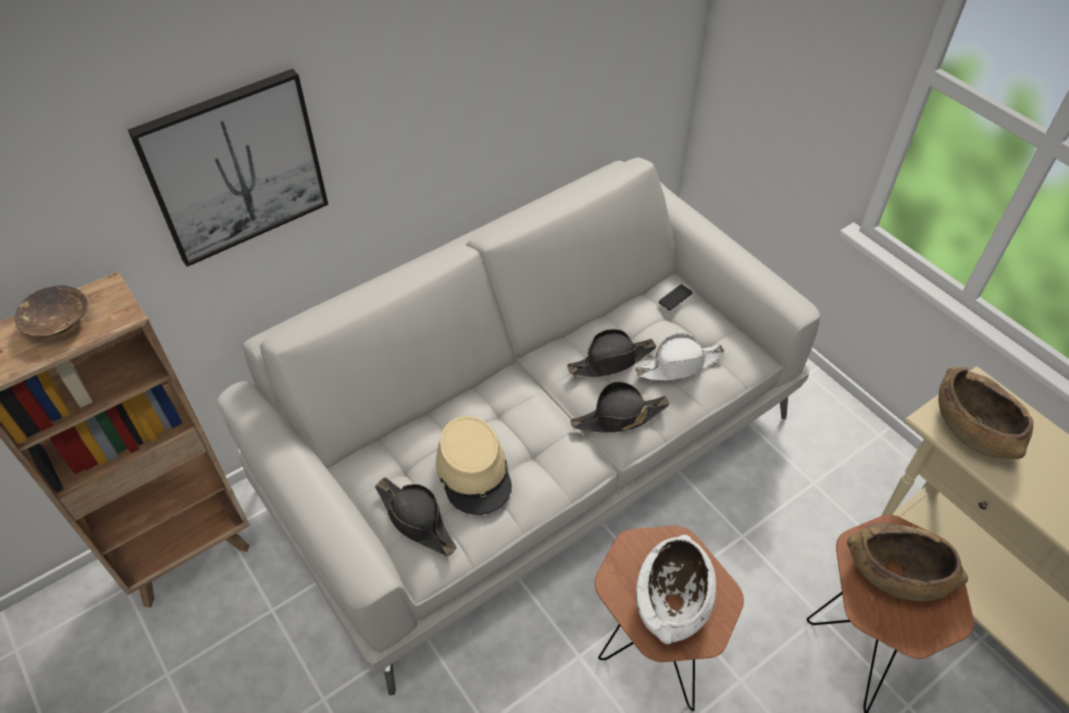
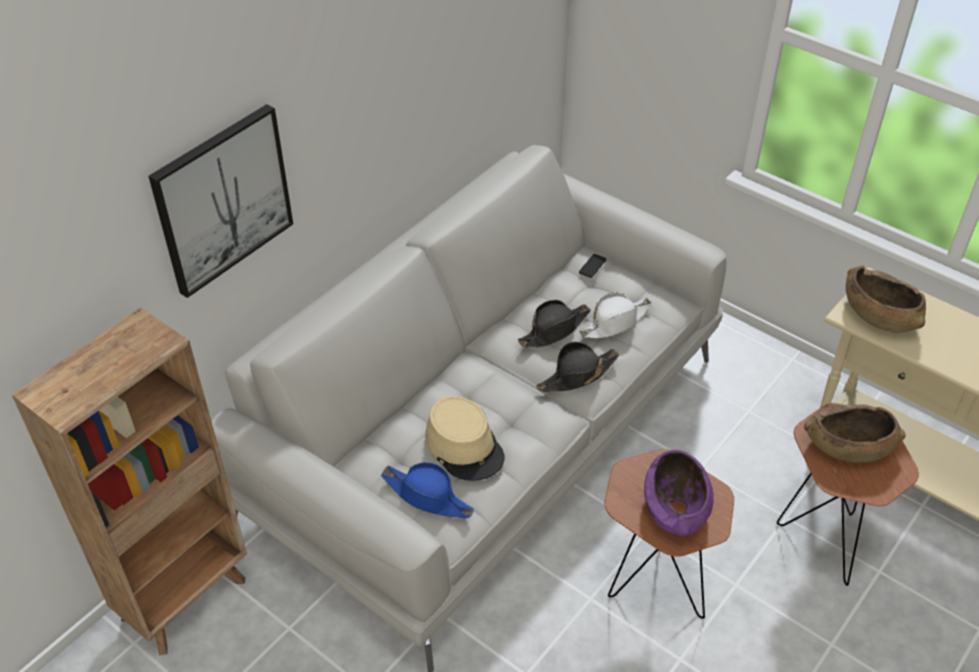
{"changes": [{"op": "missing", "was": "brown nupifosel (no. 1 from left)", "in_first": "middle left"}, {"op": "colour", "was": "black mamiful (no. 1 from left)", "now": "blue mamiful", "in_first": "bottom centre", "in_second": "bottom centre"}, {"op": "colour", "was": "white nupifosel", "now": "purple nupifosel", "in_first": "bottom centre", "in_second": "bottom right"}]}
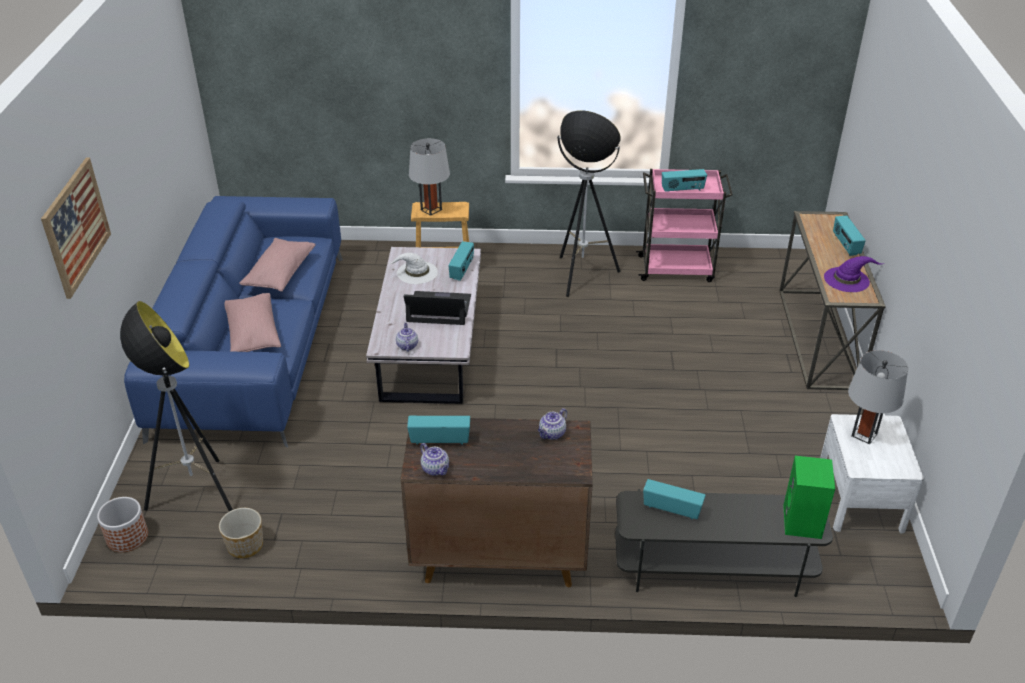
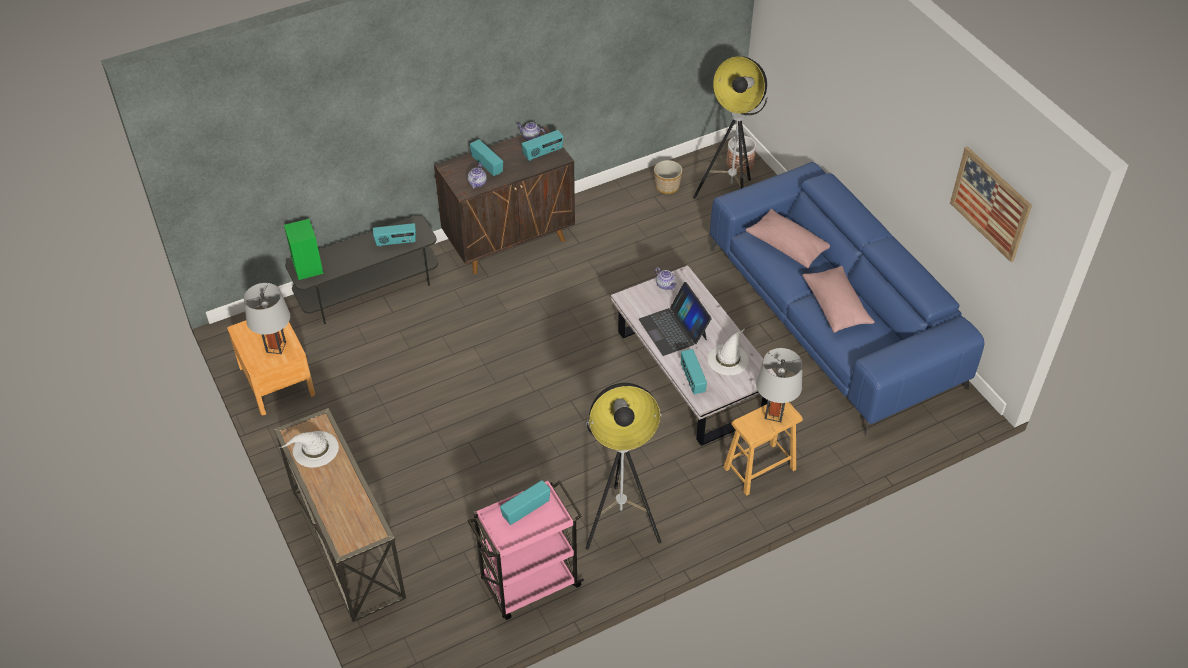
{"changes": [{"op": "relocated", "was": "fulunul", "in_first": "middle left", "in_second": "top right"}, {"op": "relocated", "was": "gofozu (no. 5 from left in the first image)", "now": "gofozu (no. 2 from left)", "in_first": "middle right", "in_second": "top centre"}, {"op": "colour", "was": "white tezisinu", "now": "brown tezisinu", "in_first": "bottom right", "in_second": "middle left"}, {"op": "colour", "was": "purple mamiful", "now": "white mamiful (no. 1 from left)", "in_first": "middle right", "in_second": "bottom left"}, {"op": "spun", "was": "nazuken", "in_first": "centre", "in_second": "centre", "clockwise": 90}]}
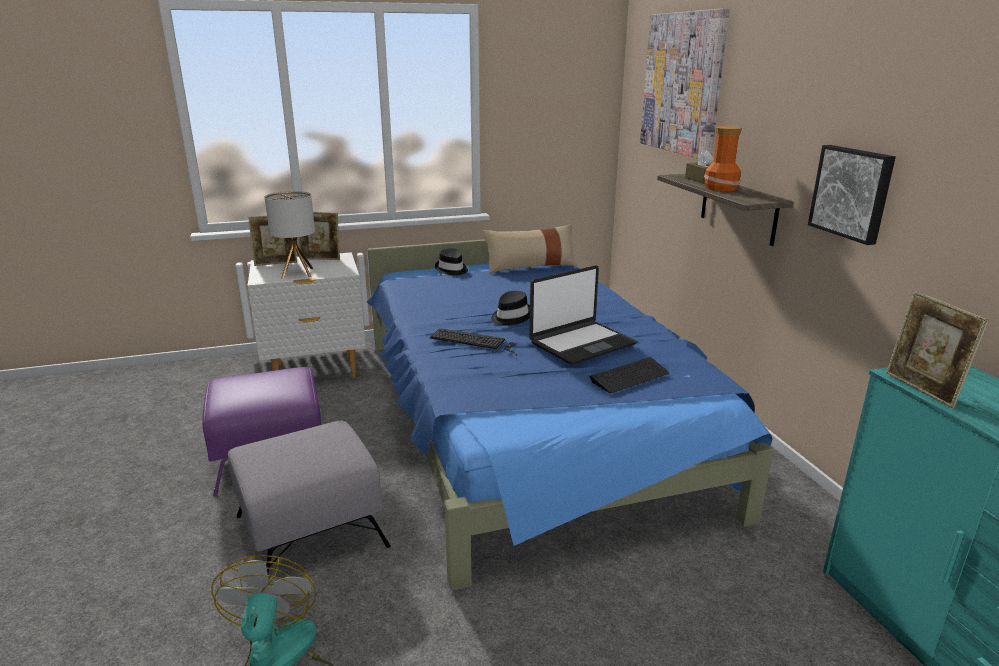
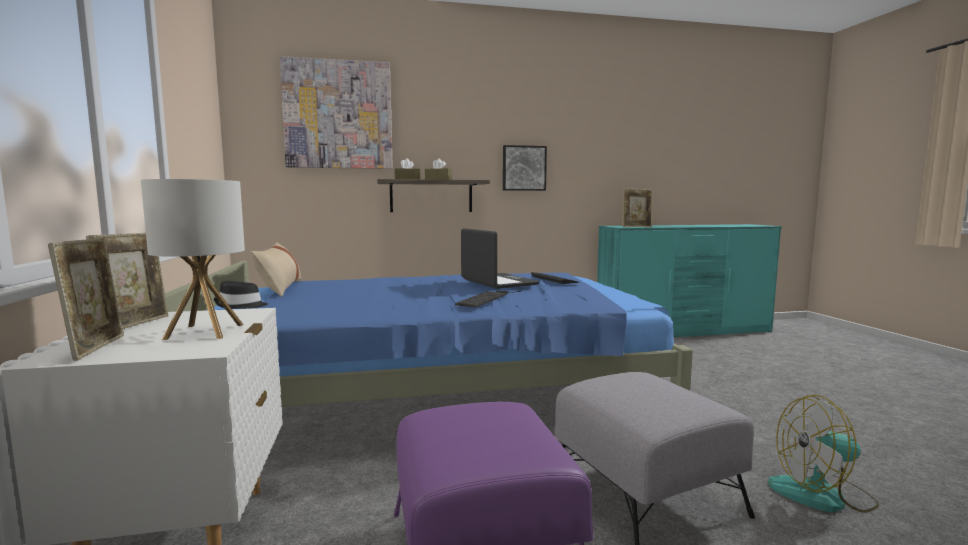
{"changes": [{"op": "missing", "was": "black mamiful (no. 2 from left)", "in_first": "centre"}, {"op": "exchanged", "was": "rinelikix", "now": "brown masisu (no. 2 from left)", "in_first": "top right", "in_second": "top centre"}]}
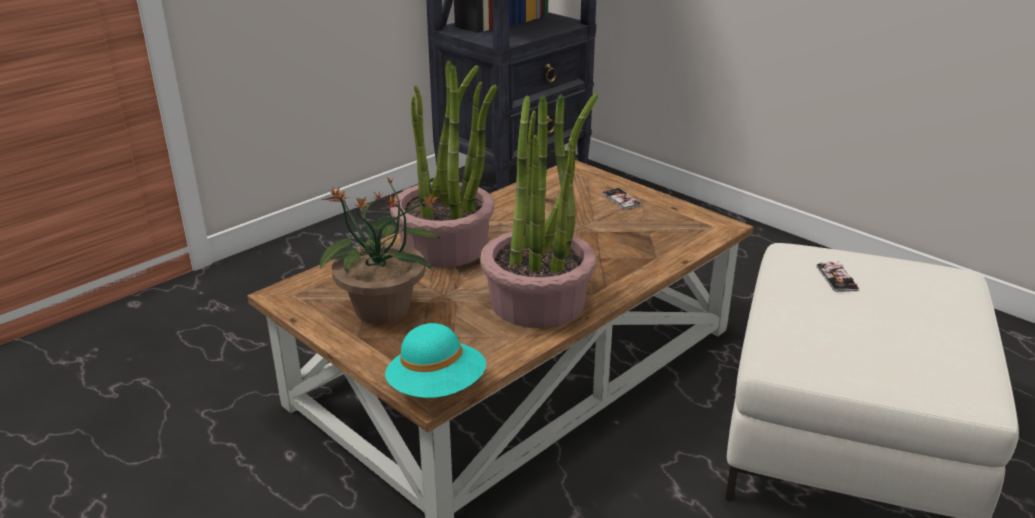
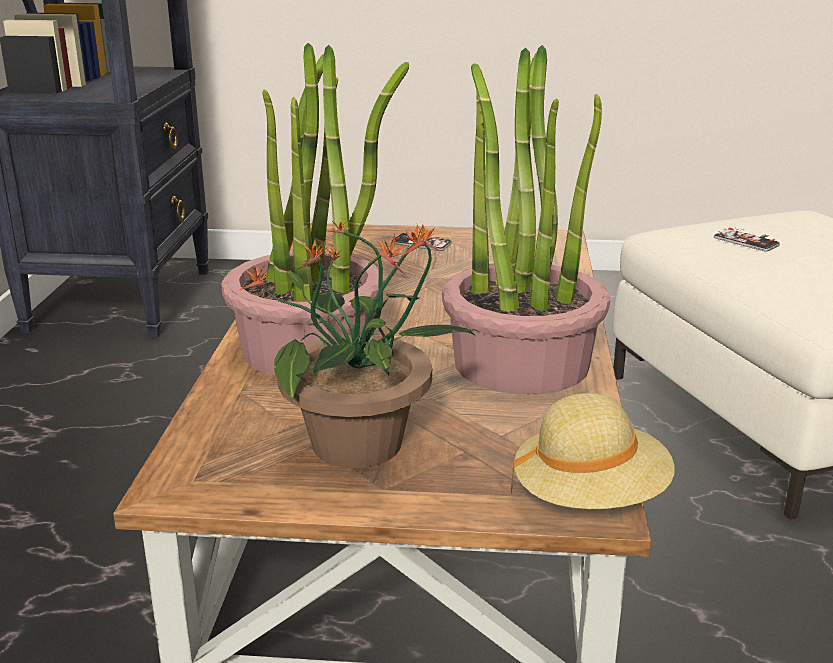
{"changes": [{"op": "colour", "was": "turquoise mamiful", "now": "beige mamiful", "in_first": "bottom centre", "in_second": "bottom right"}]}
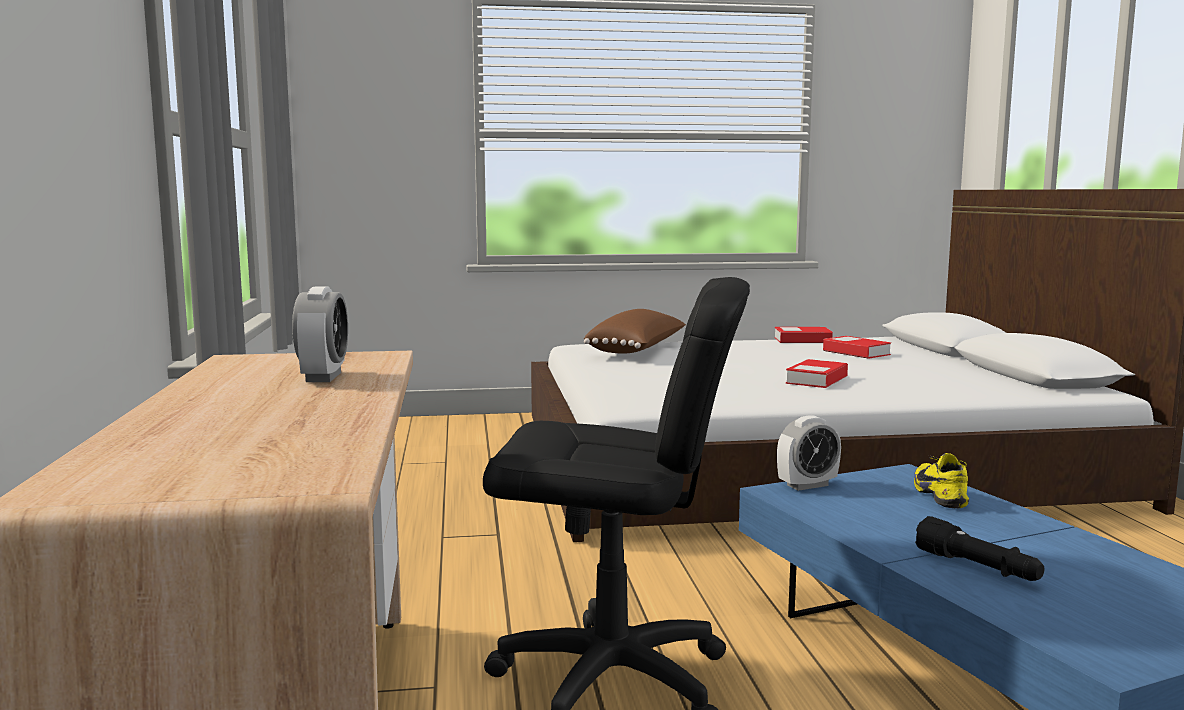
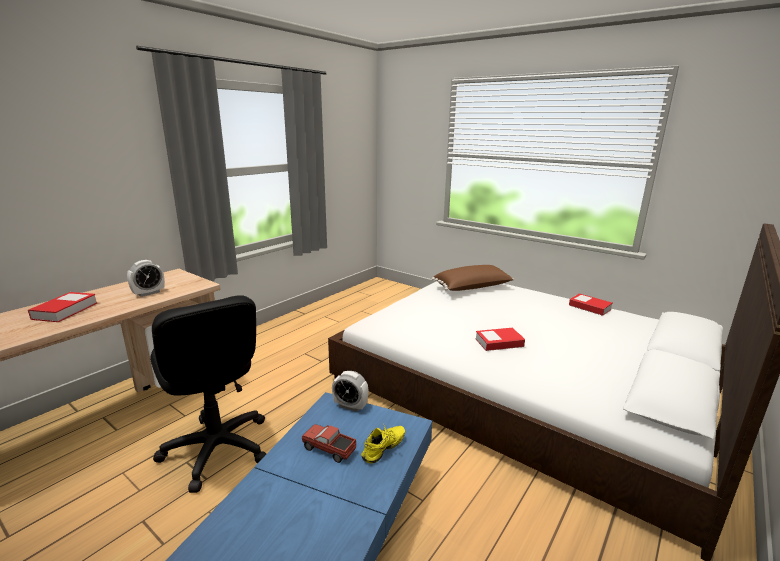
{"changes": [{"op": "missing", "was": "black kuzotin", "in_first": "bottom right"}, {"op": "appeared", "now": "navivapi", "in_second": "bottom centre"}, {"op": "relocated", "was": "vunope (no. 3 from left in the first image)", "now": "vunope (no. 1 from left)", "in_first": "middle right", "in_second": "middle left"}]}
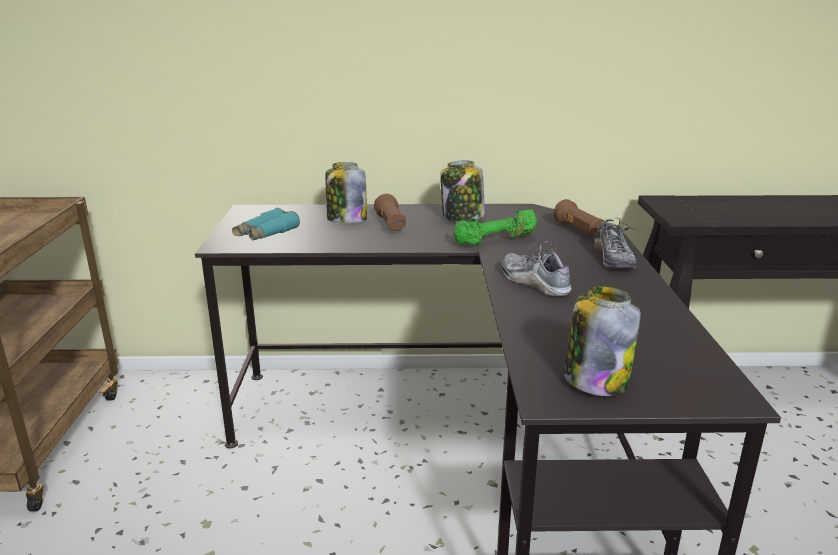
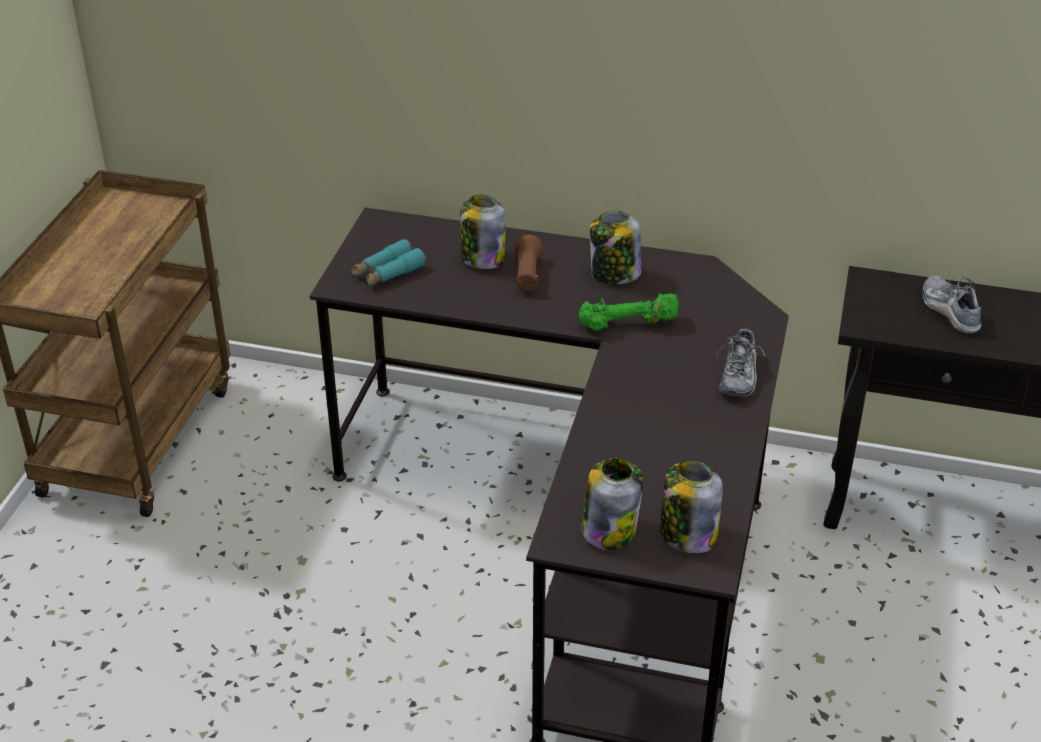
{"changes": [{"op": "missing", "was": "brown kuzotin (no. 2 from left)", "in_first": "middle right"}, {"op": "appeared", "now": "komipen (no. 4 from left)", "in_second": "bottom centre"}, {"op": "relocated", "was": "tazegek (no. 1 from left in the first image)", "now": "tazegek (no. 2 from left)", "in_first": "centre", "in_second": "middle right"}]}
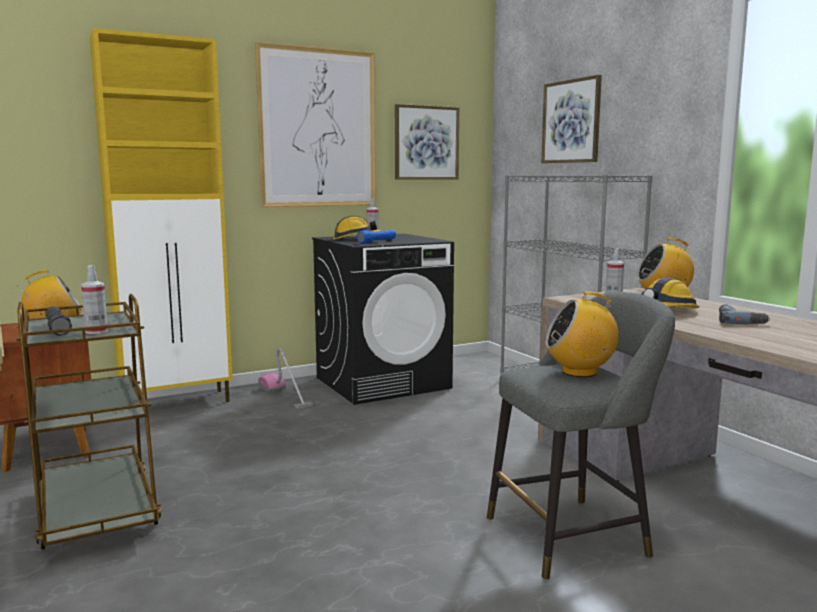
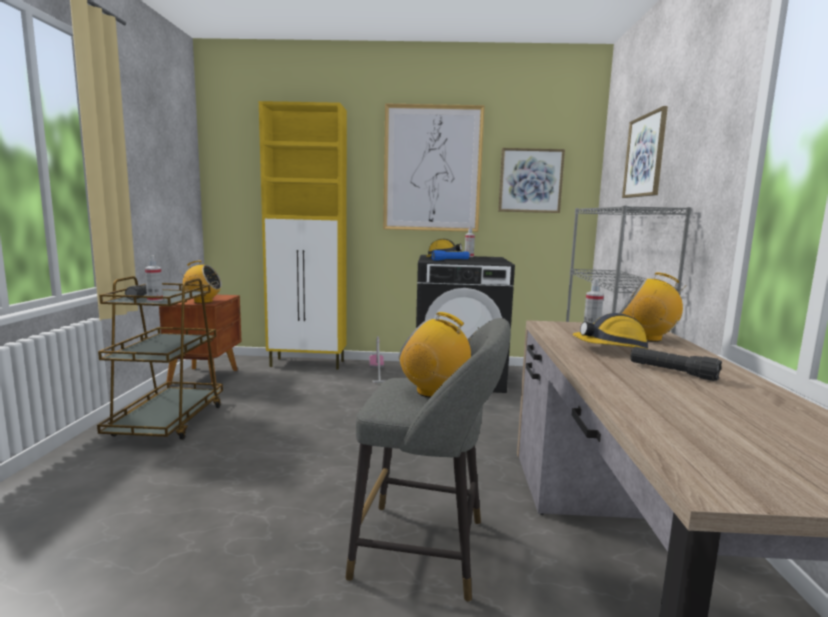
{"changes": [{"op": "exchanged", "was": "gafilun", "now": "black kuzotin (no. 2 from left)", "in_first": "middle right", "in_second": "middle right"}]}
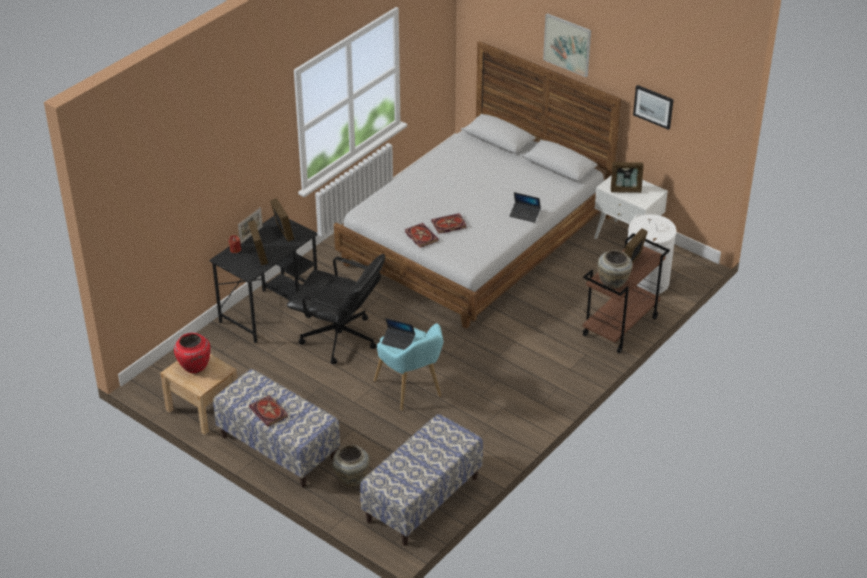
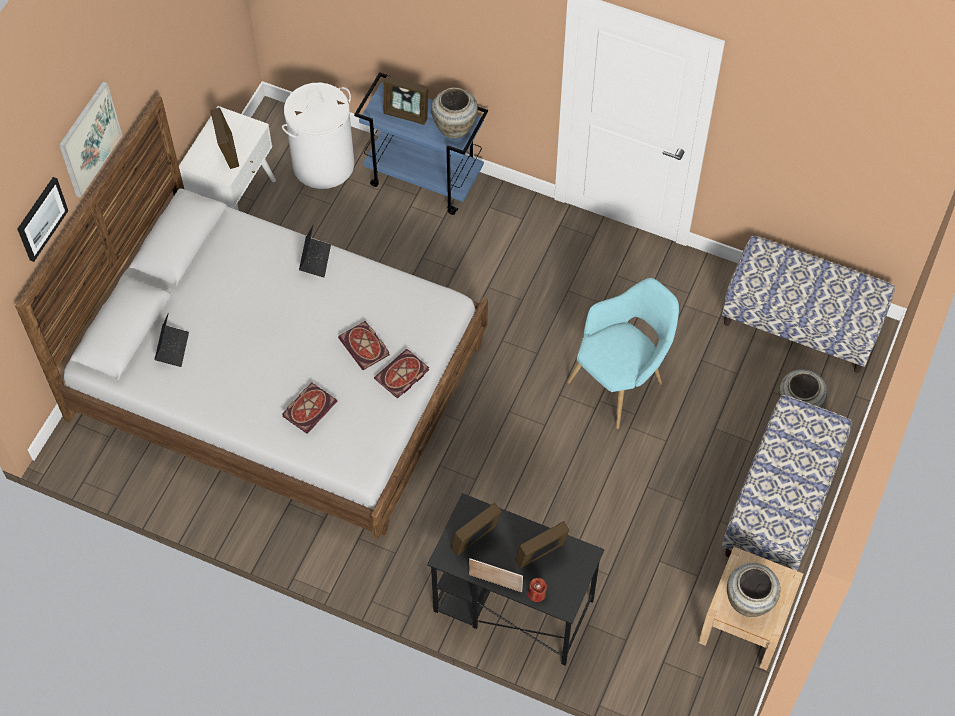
{"changes": [{"op": "missing", "was": "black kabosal", "in_first": "centre"}, {"op": "relocated", "was": "vunope (no. 1 from left)", "in_first": "bottom left", "in_second": "middle left"}, {"op": "relocated", "was": "nazuken (no. 1 from left)", "in_first": "centre", "in_second": "middle left"}, {"op": "relocated", "was": "fulunul (no. 2 from left in the first image)", "now": "fulunul (no. 1 from left)", "in_first": "top right", "in_second": "top left"}, {"op": "colour", "was": "red rinelikix", "now": "beige rinelikix (no. 2 from left)", "in_first": "middle left", "in_second": "bottom right"}, {"op": "colour", "was": "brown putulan", "now": "blue putulan", "in_first": "middle right", "in_second": "top centre"}]}
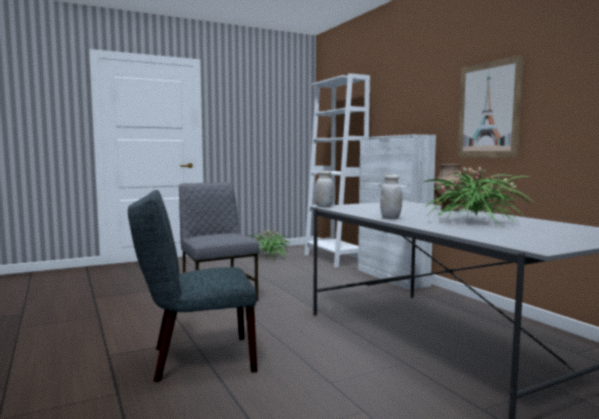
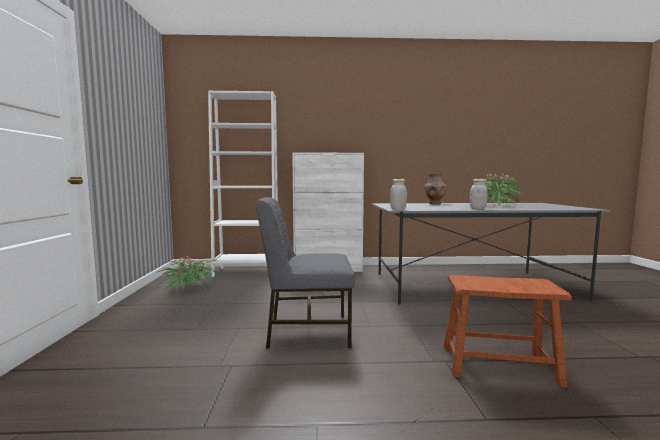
{"changes": [{"op": "missing", "was": "fulunul", "in_first": "top right"}, {"op": "exchanged", "was": "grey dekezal (no. 1 from left)", "now": "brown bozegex", "in_first": "bottom left", "in_second": "bottom right"}]}
